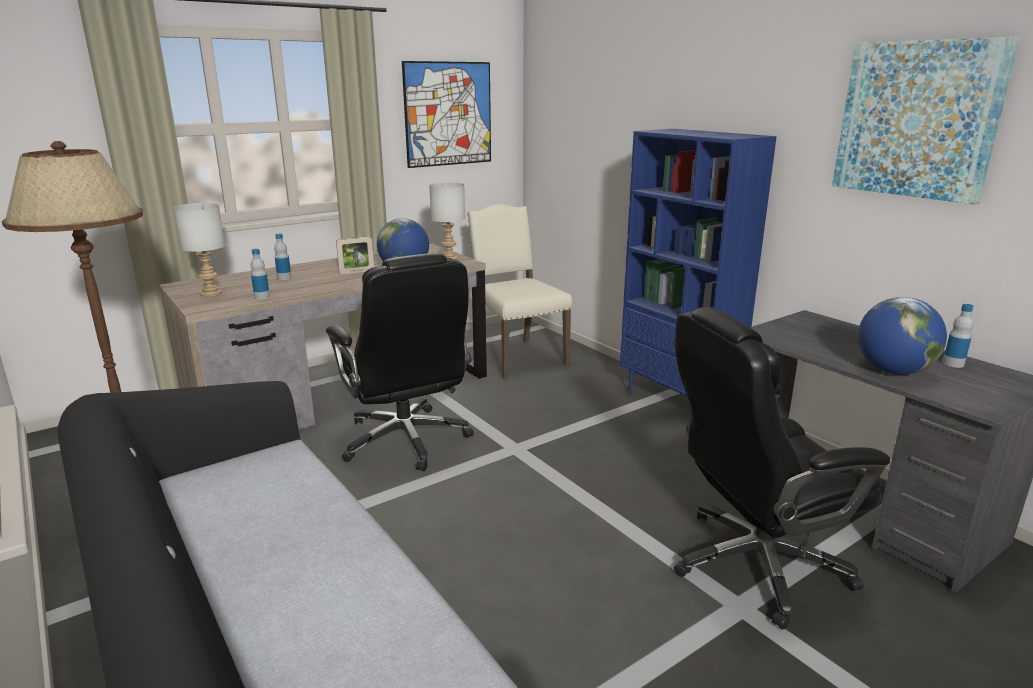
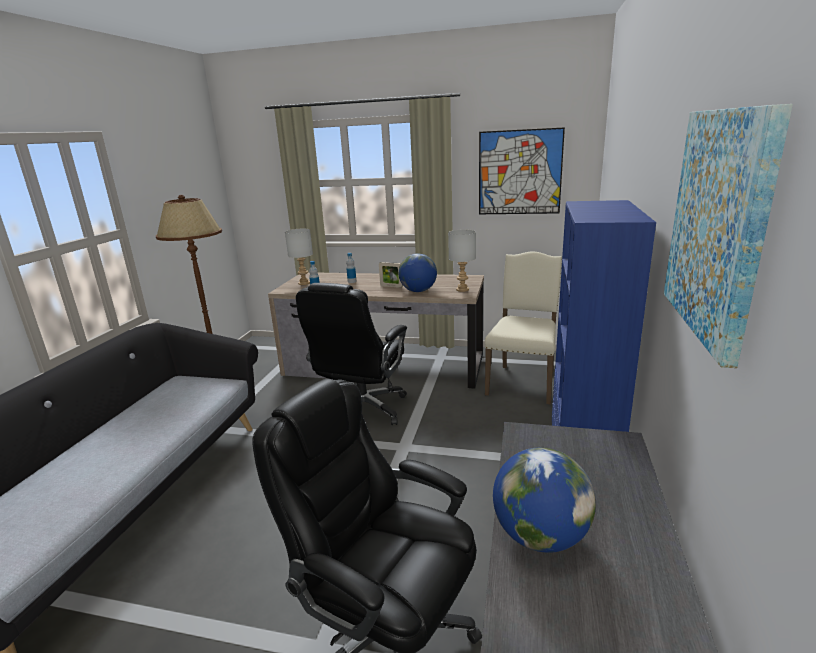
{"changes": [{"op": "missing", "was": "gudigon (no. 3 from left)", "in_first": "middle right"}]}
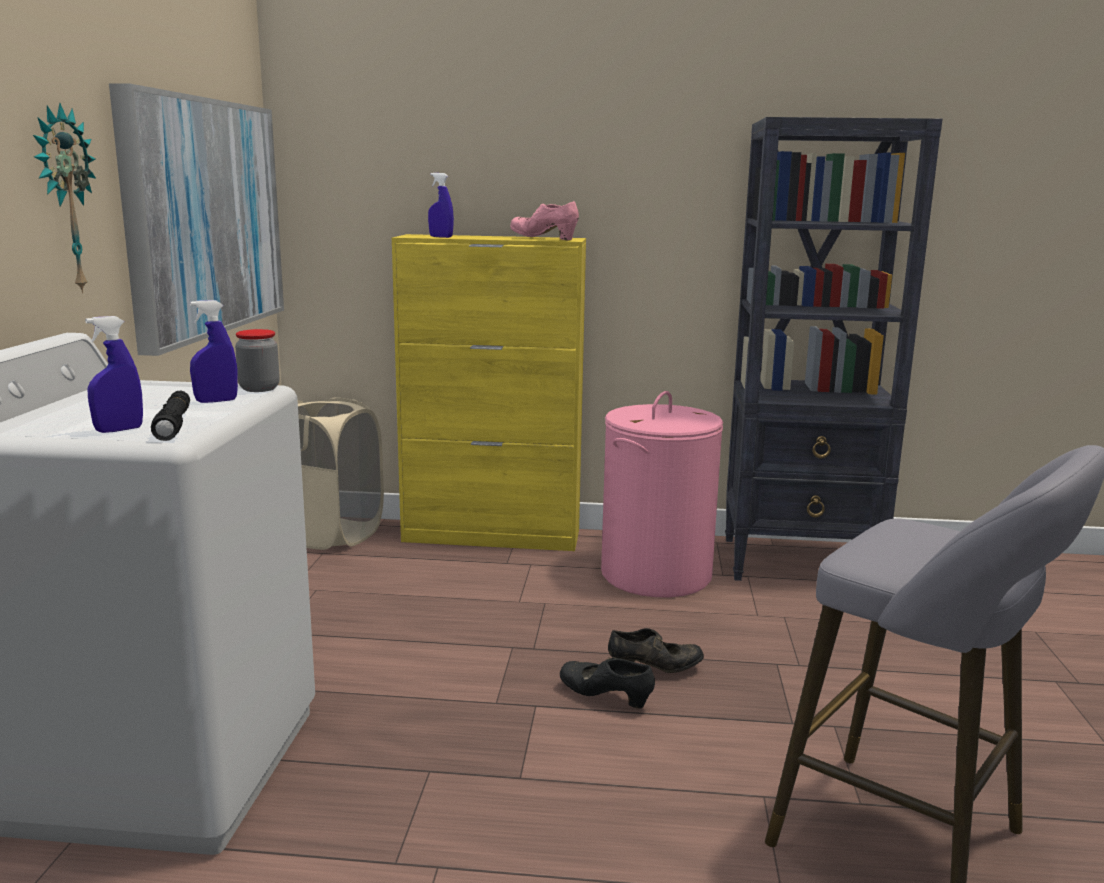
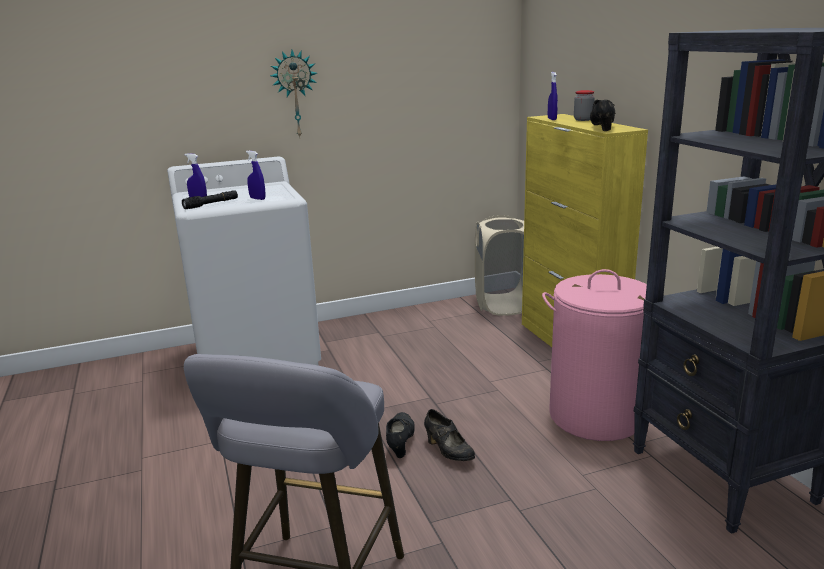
{"changes": [{"op": "missing", "was": "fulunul", "in_first": "top left"}, {"op": "relocated", "was": "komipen", "in_first": "middle left", "in_second": "top right"}, {"op": "colour", "was": "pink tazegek", "now": "black tazegek (no. 3 from left)", "in_first": "top centre", "in_second": "top right"}]}
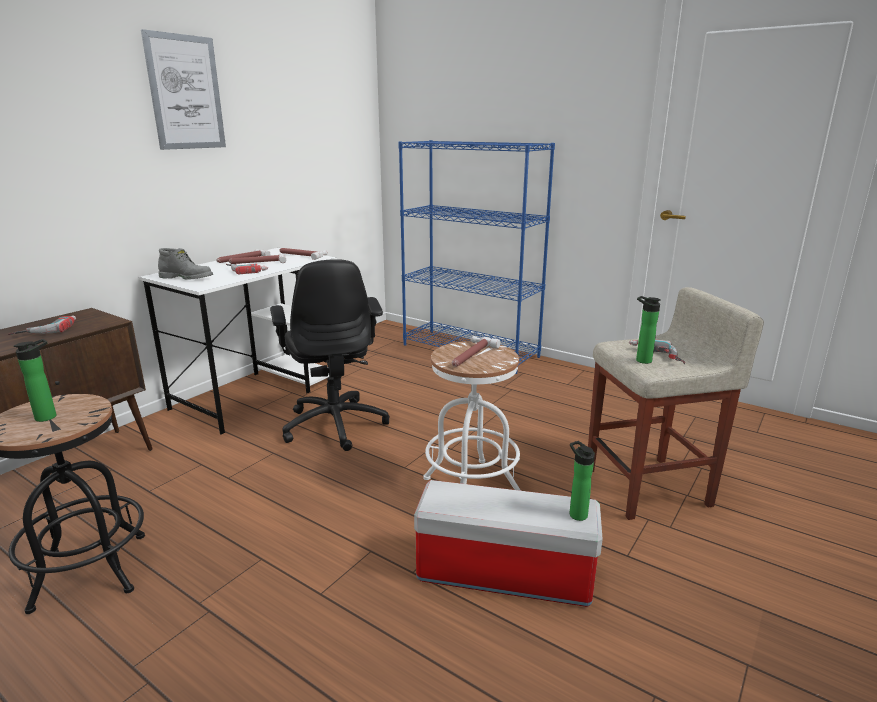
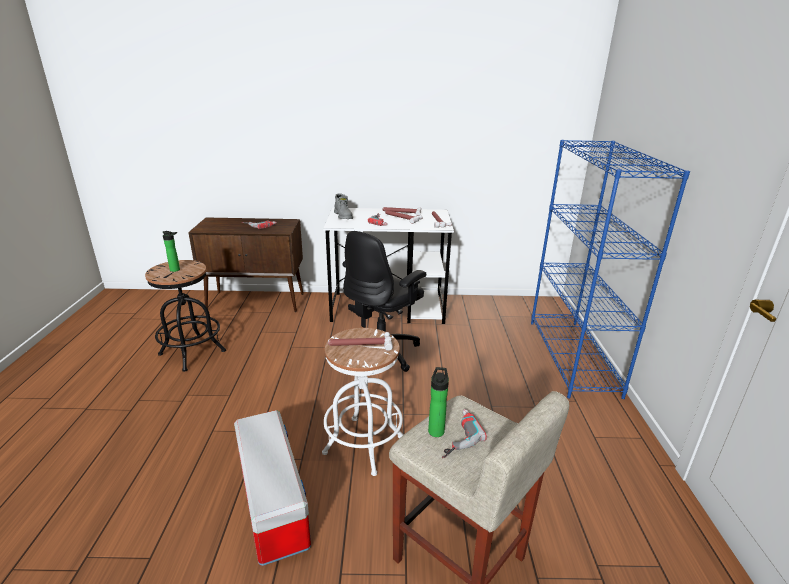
{"changes": [{"op": "missing", "was": "fulunul", "in_first": "top left"}, {"op": "missing", "was": "gudigon (no. 2 from left)", "in_first": "bottom centre"}]}
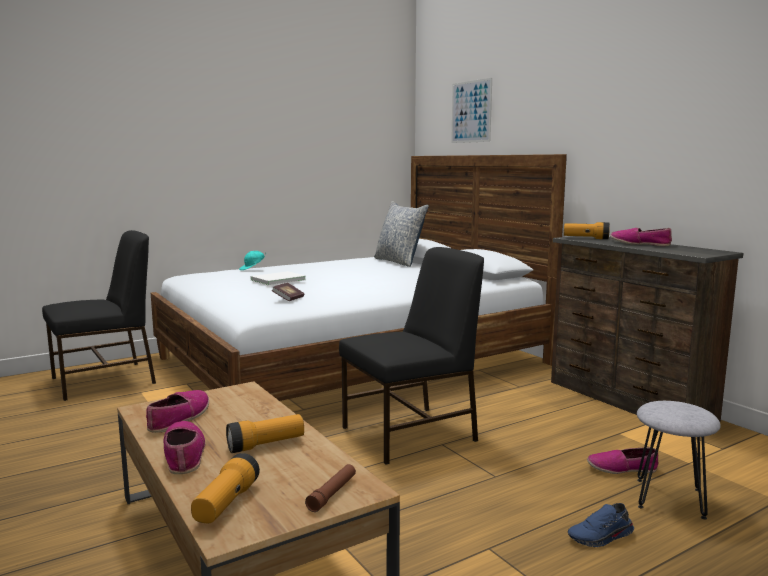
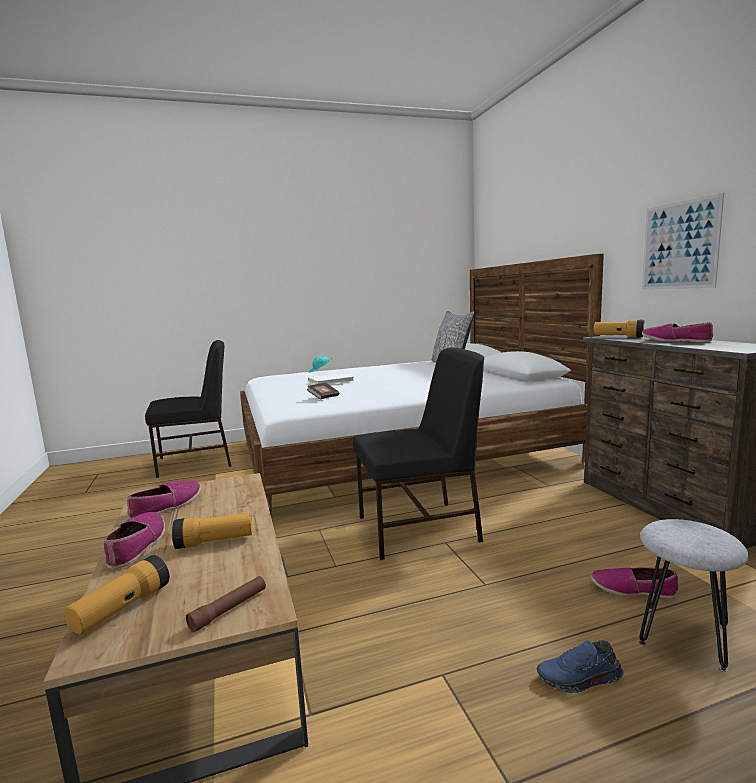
{"changes": [{"op": "relocated", "was": "fulunul", "in_first": "top centre", "in_second": "top right"}]}
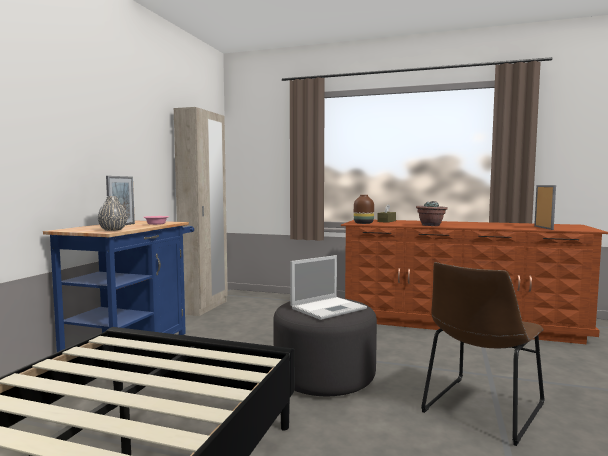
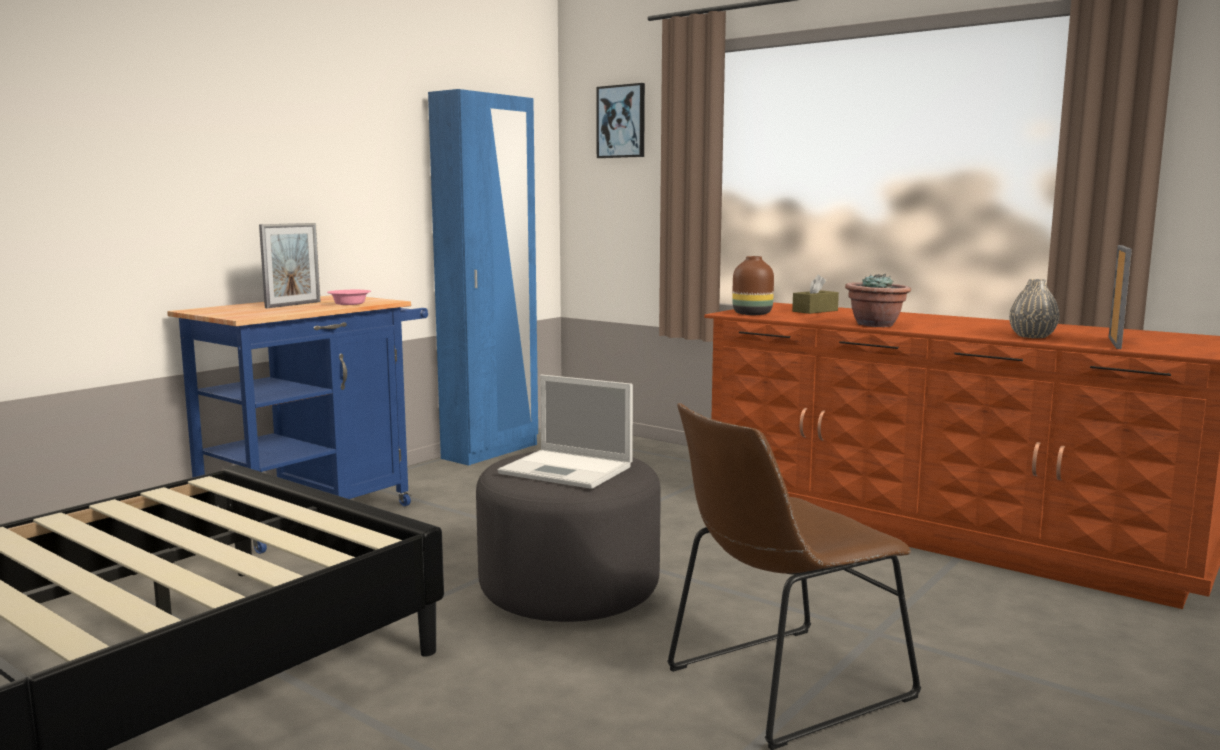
{"changes": [{"op": "appeared", "now": "fulunul", "in_second": "top centre"}, {"op": "relocated", "was": "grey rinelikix", "in_first": "middle left", "in_second": "middle right"}, {"op": "colour", "was": "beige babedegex", "now": "blue babedegex", "in_first": "middle left", "in_second": "centre"}, {"op": "spun", "was": "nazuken", "in_first": "centre", "in_second": "centre", "clockwise": 45}]}
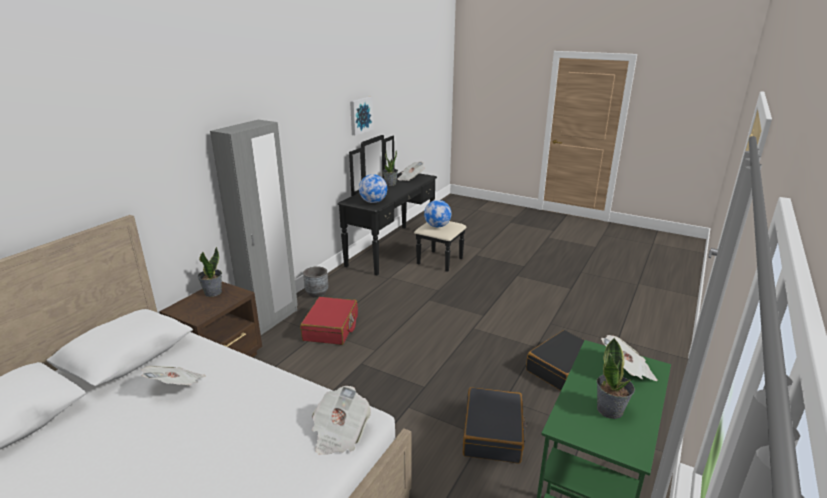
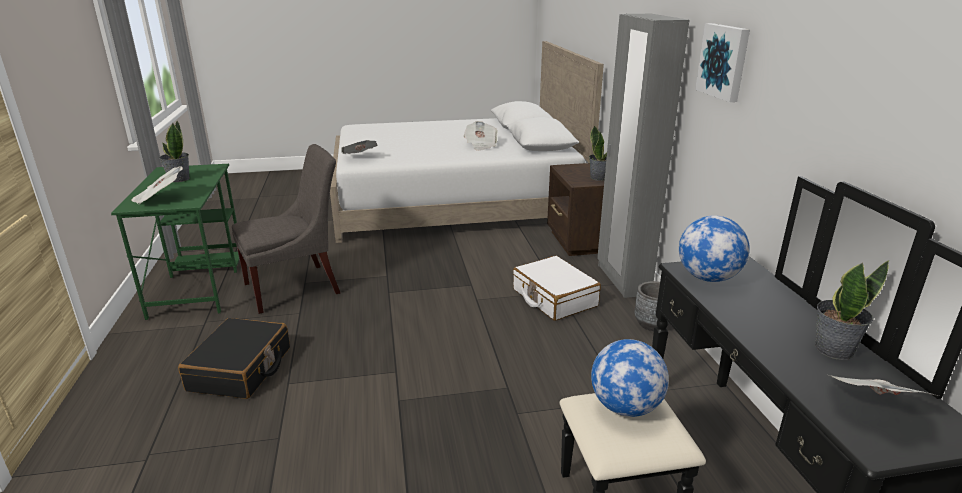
{"changes": [{"op": "relocated", "was": "fulunul", "in_first": "top centre", "in_second": "top right"}, {"op": "exchanged", "was": "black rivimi (no. 1 from left)", "now": "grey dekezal", "in_first": "bottom centre", "in_second": "middle left"}, {"op": "colour", "was": "red rivimi", "now": "white rivimi", "in_first": "centre", "in_second": "centre"}]}
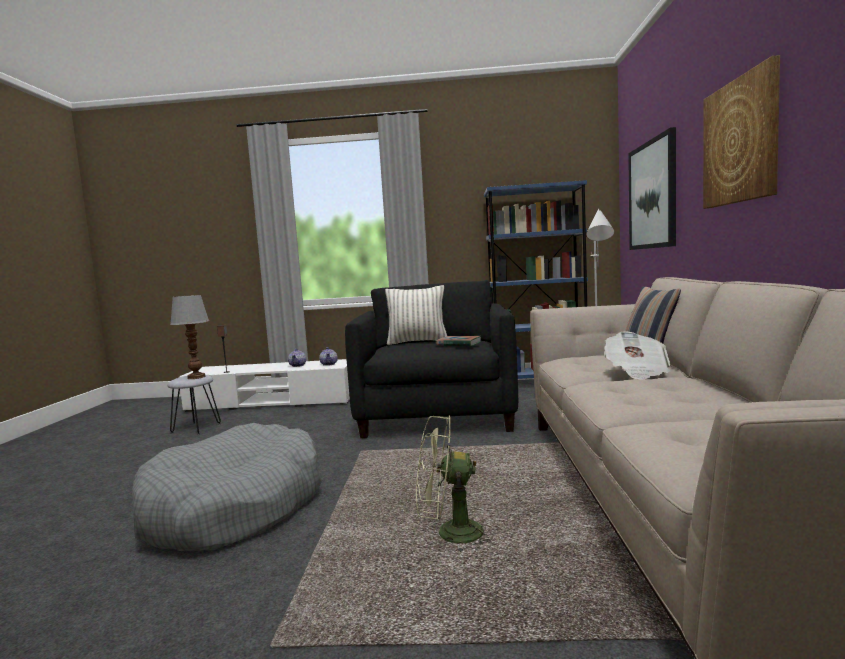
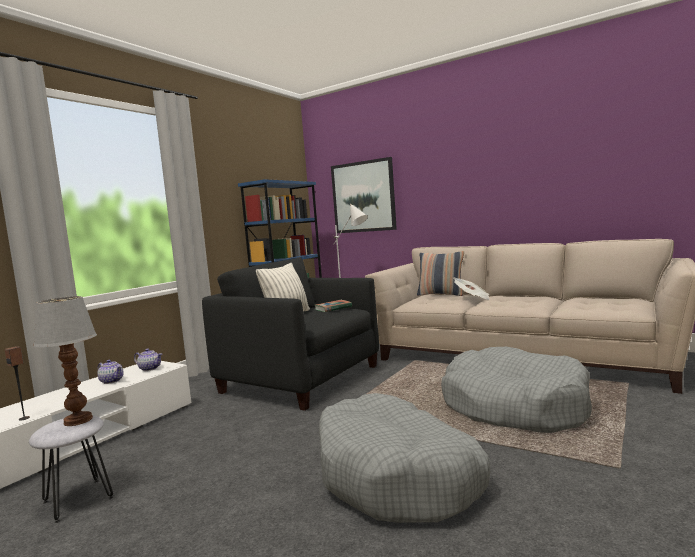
{"changes": [{"op": "missing", "was": "fulunul (no. 2 from left)", "in_first": "top right"}, {"op": "exchanged", "was": "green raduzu", "now": "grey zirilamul (no. 2 from left)", "in_first": "bottom centre", "in_second": "bottom right"}]}
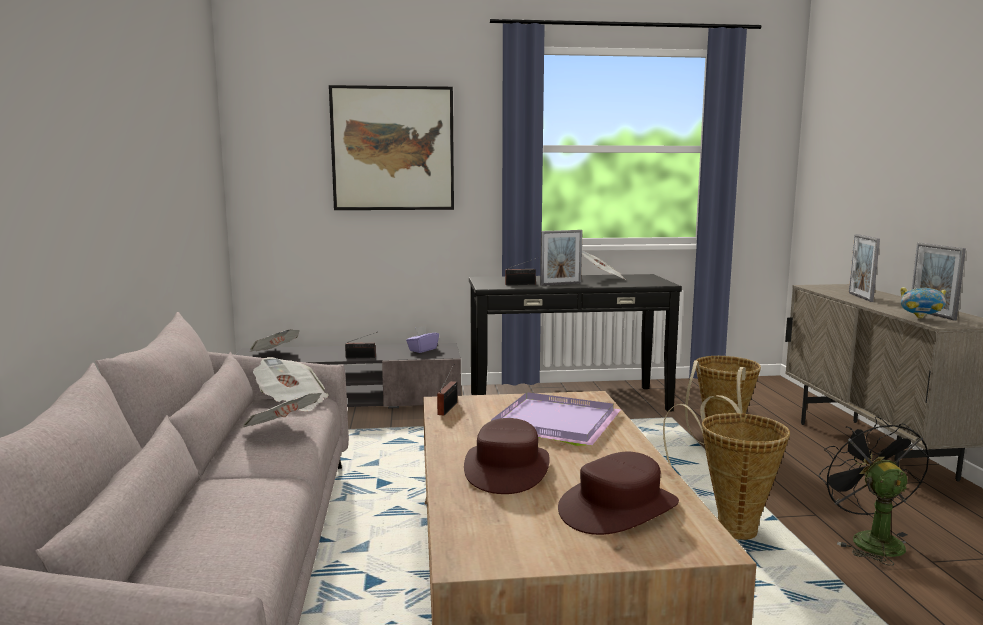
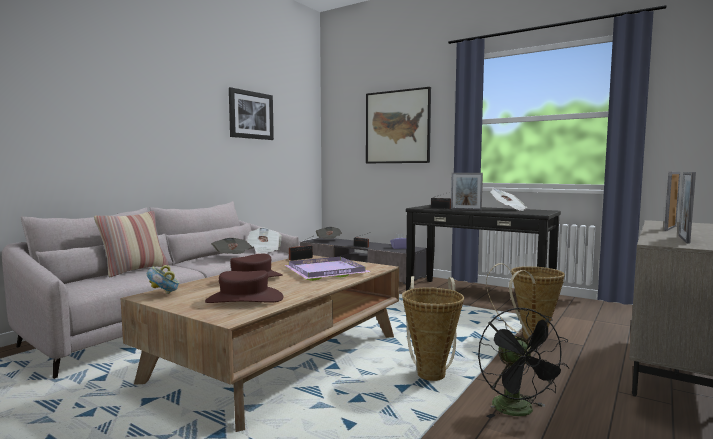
{"changes": [{"op": "appeared", "now": "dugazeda", "in_second": "middle left"}, {"op": "appeared", "now": "fulunul (no. 1 from left)", "in_second": "top centre"}, {"op": "relocated", "was": "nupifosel", "in_first": "middle right", "in_second": "middle left"}, {"op": "spun", "was": "black raduzu", "in_first": "bottom right", "in_second": "bottom right", "clockwise": 135}]}
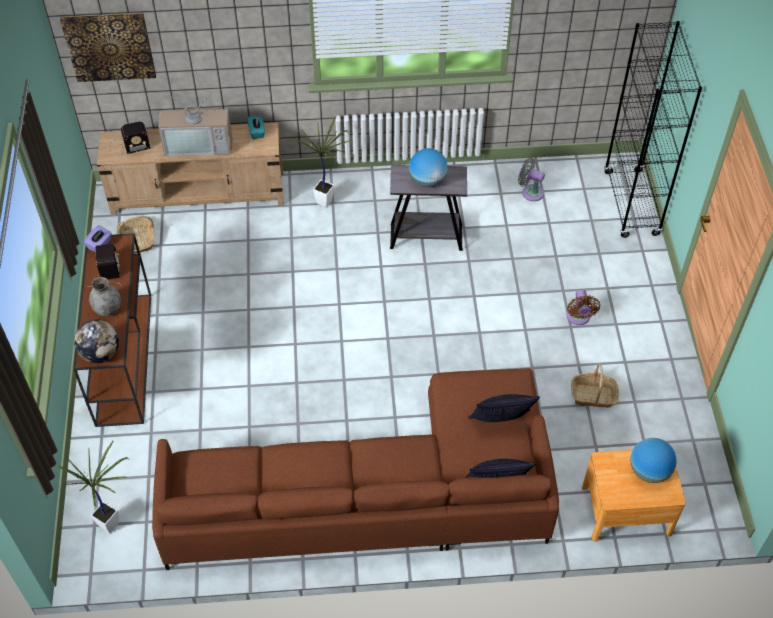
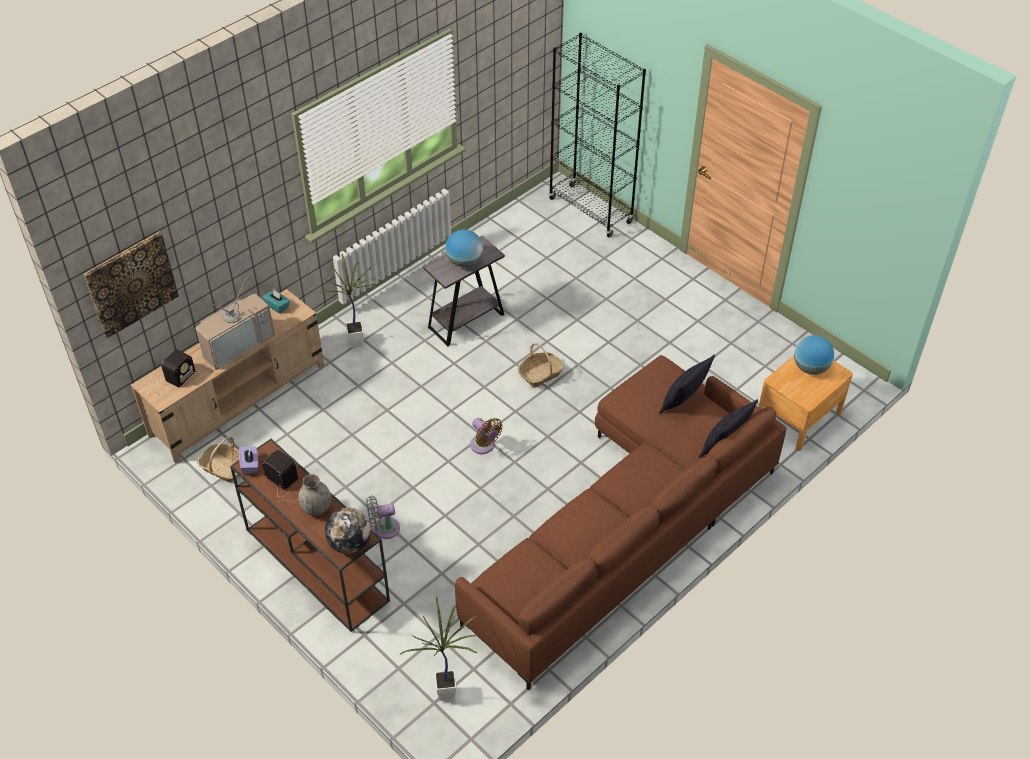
{"changes": [{"op": "relocated", "was": "grey raduzu", "in_first": "top right", "in_second": "bottom centre"}, {"op": "relocated", "was": "brown raduzu", "in_first": "middle right", "in_second": "centre"}, {"op": "relocated", "was": "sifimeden (no. 2 from left)", "in_first": "middle right", "in_second": "centre"}]}
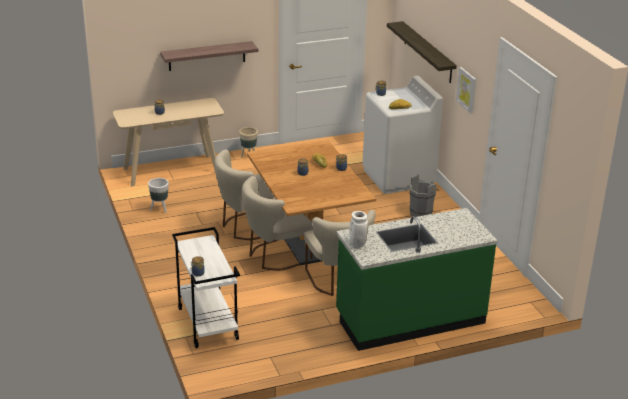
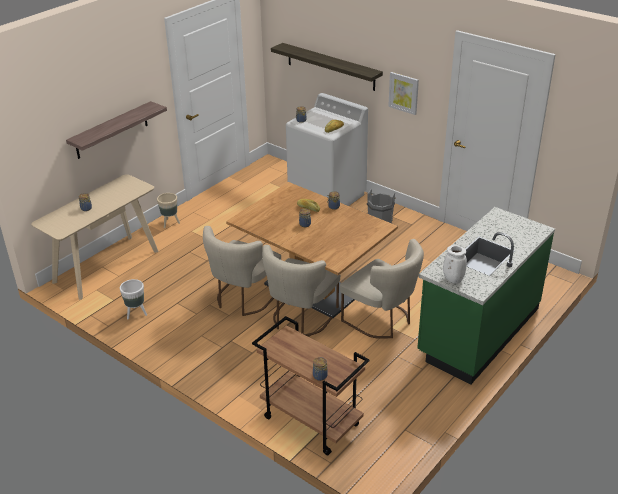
{"changes": [{"op": "colour", "was": "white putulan", "now": "brown putulan", "in_first": "bottom left", "in_second": "bottom centre"}]}
